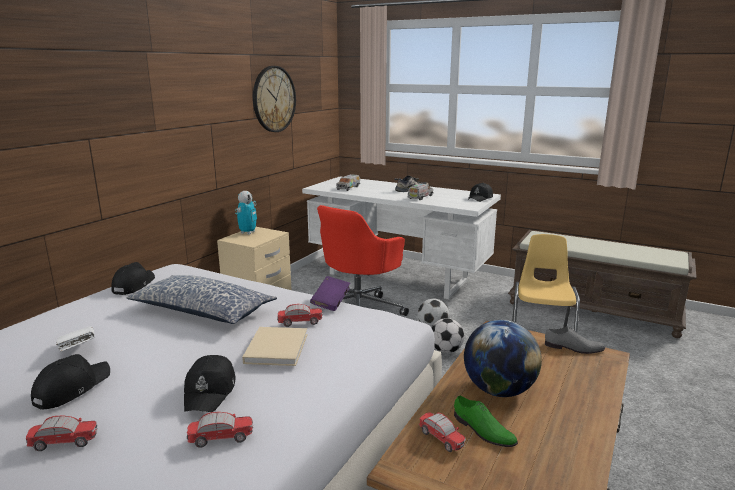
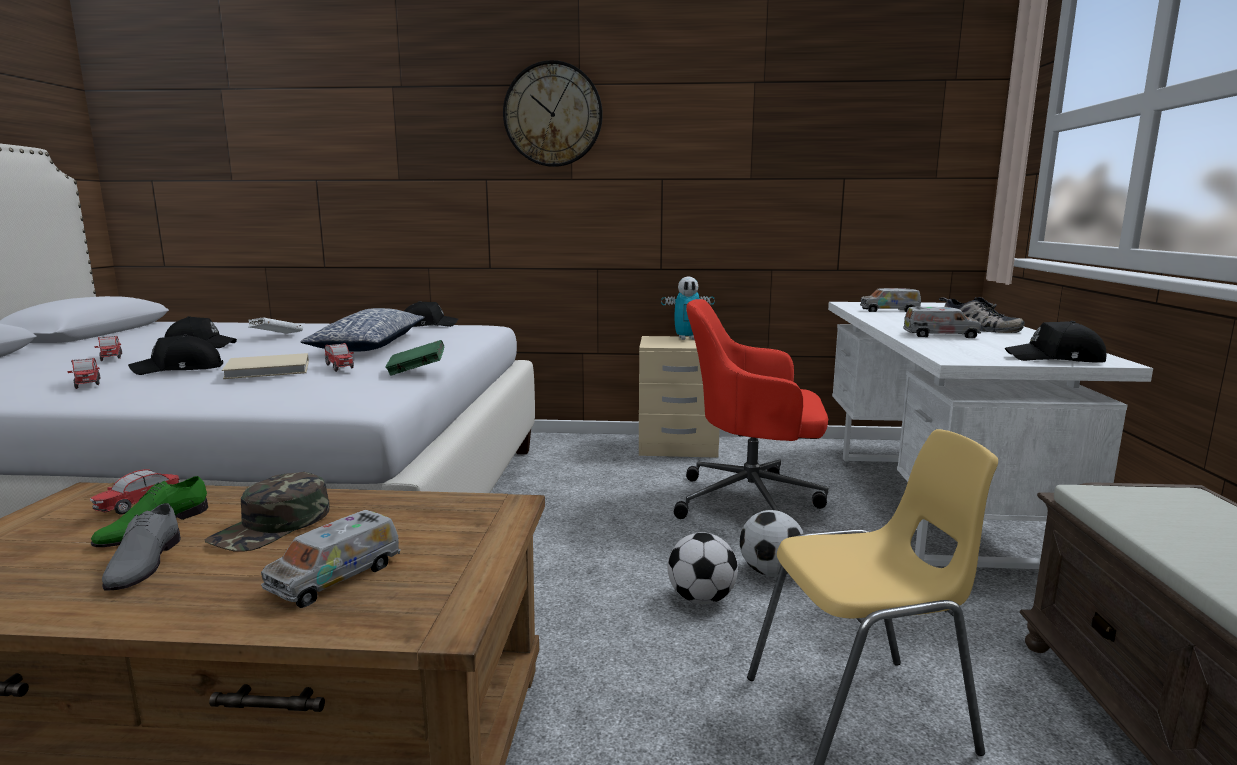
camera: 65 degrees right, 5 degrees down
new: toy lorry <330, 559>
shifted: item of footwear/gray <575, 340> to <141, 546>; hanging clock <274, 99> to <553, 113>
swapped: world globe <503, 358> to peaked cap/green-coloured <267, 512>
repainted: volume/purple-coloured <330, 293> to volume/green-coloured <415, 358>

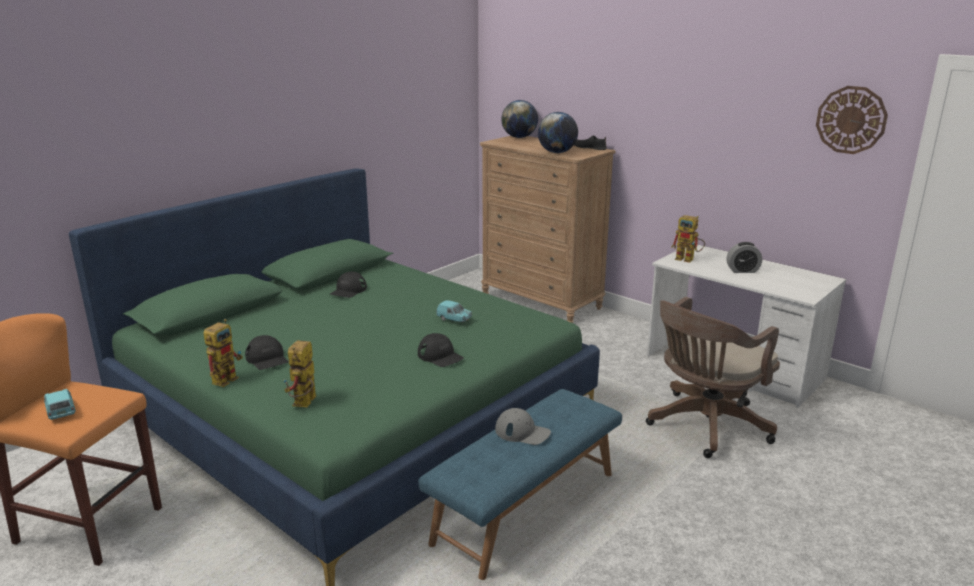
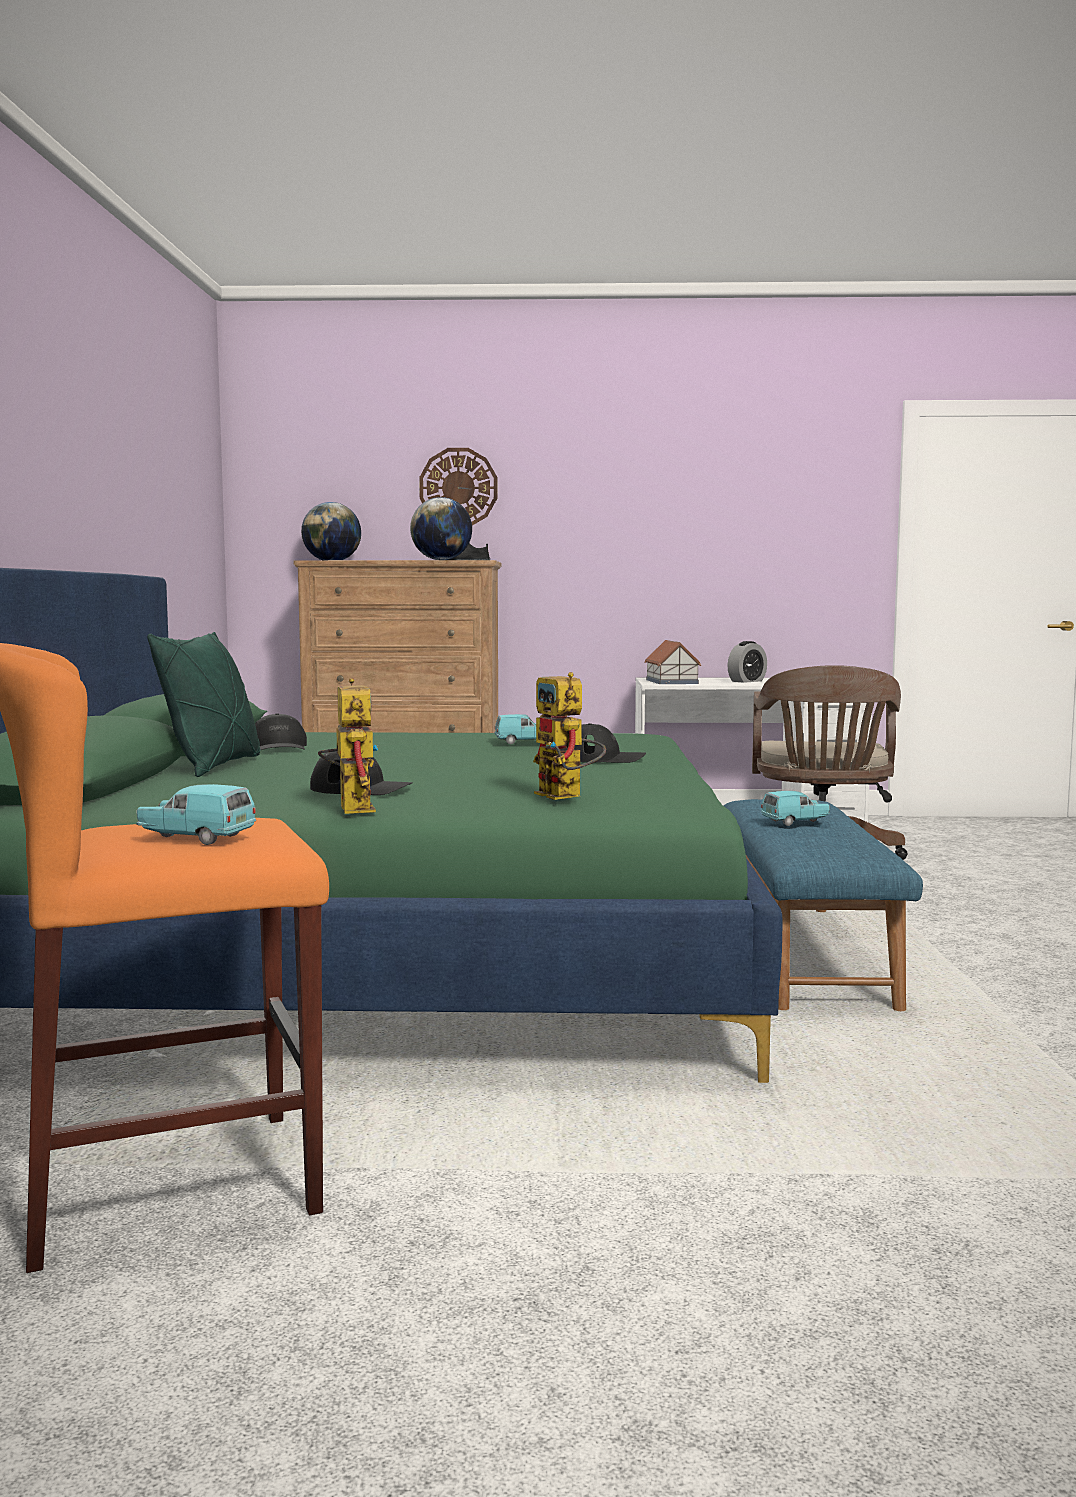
camera: 40 degrees left, 15 degrees down
new: cushion/green-coloured <204, 704>
shifted: hanging clock <852, 120> to <458, 487>
swapped: model robot <688, 239> to toy house <673, 662>; peaked cap/gray <523, 426> to model car/turquoise-coloured <795, 808>

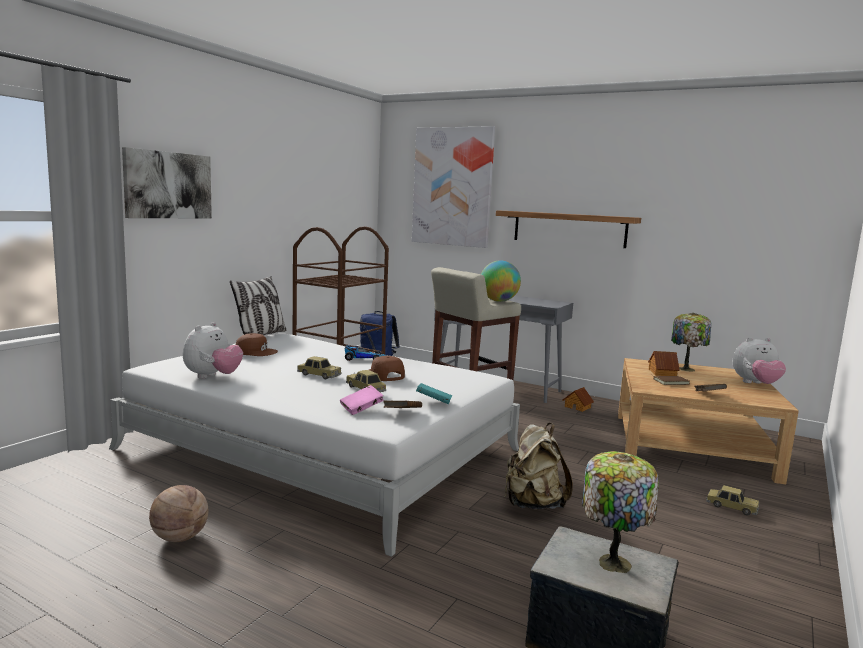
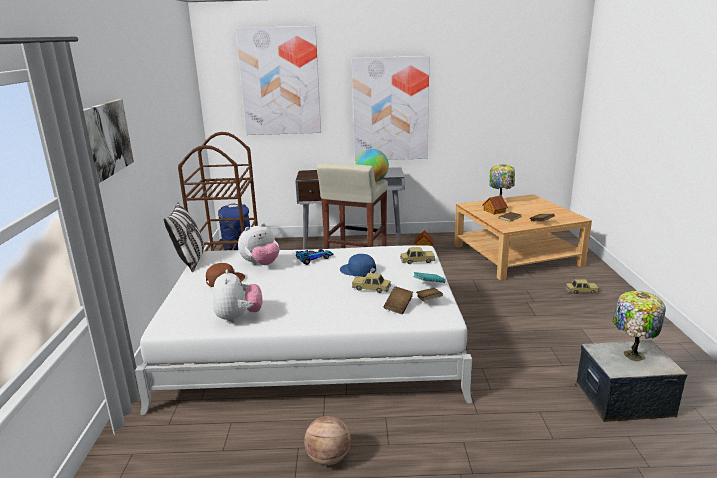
camera: 30 degrees left, 10 degrees up
gone: backpack/sand-coloured <539, 466>
shifted: cuddly toy <759, 360> to <258, 244>; model car <319, 367> to <417, 255>
swapped: bracket shelf <568, 229> to wall art <391, 108>
repainted: peaked cap/brownish <387, 368> to peaked cap/blue <358, 265>; volume/pinkish <362, 400> to volume/brownish <398, 300>

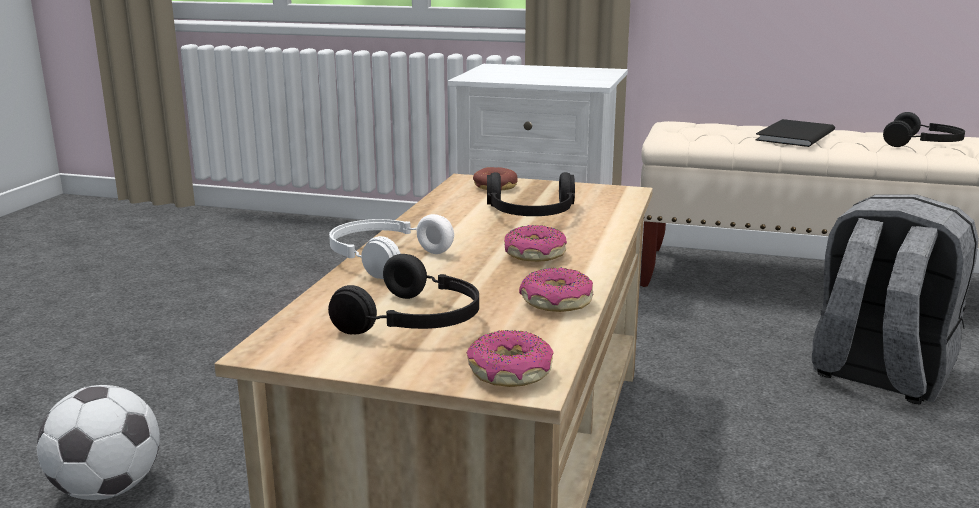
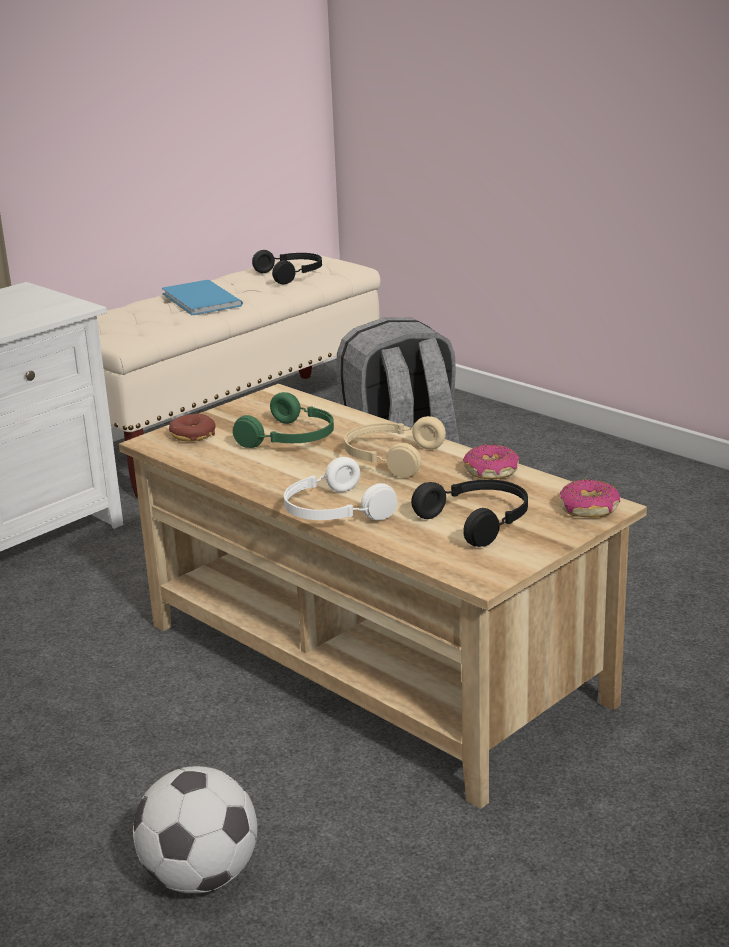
camera: 60 degrees left, 5 degrees up
swapped: ring doughnut <535, 243> to headphones/sand-coloured <395, 446>
repainted: volume/black <795, 133> to volume/blue <202, 297>; headphones/black <531, 194> to headphones/green-coloured <283, 420>

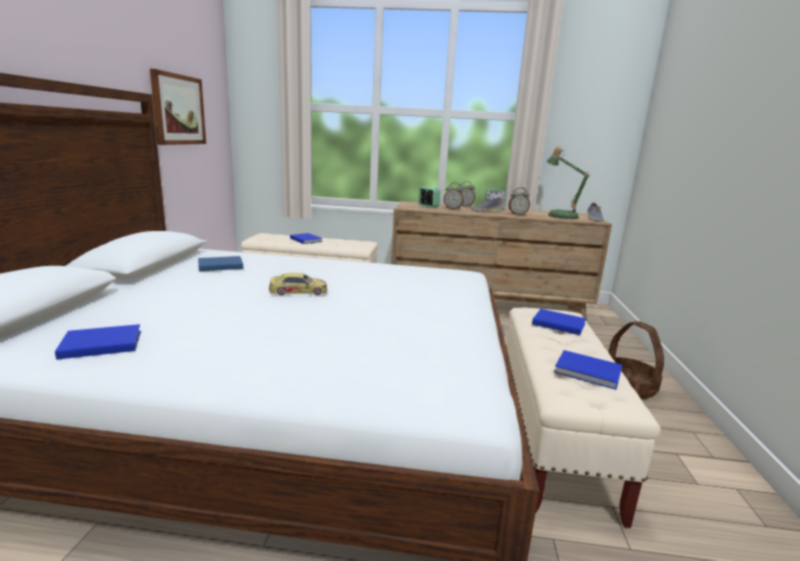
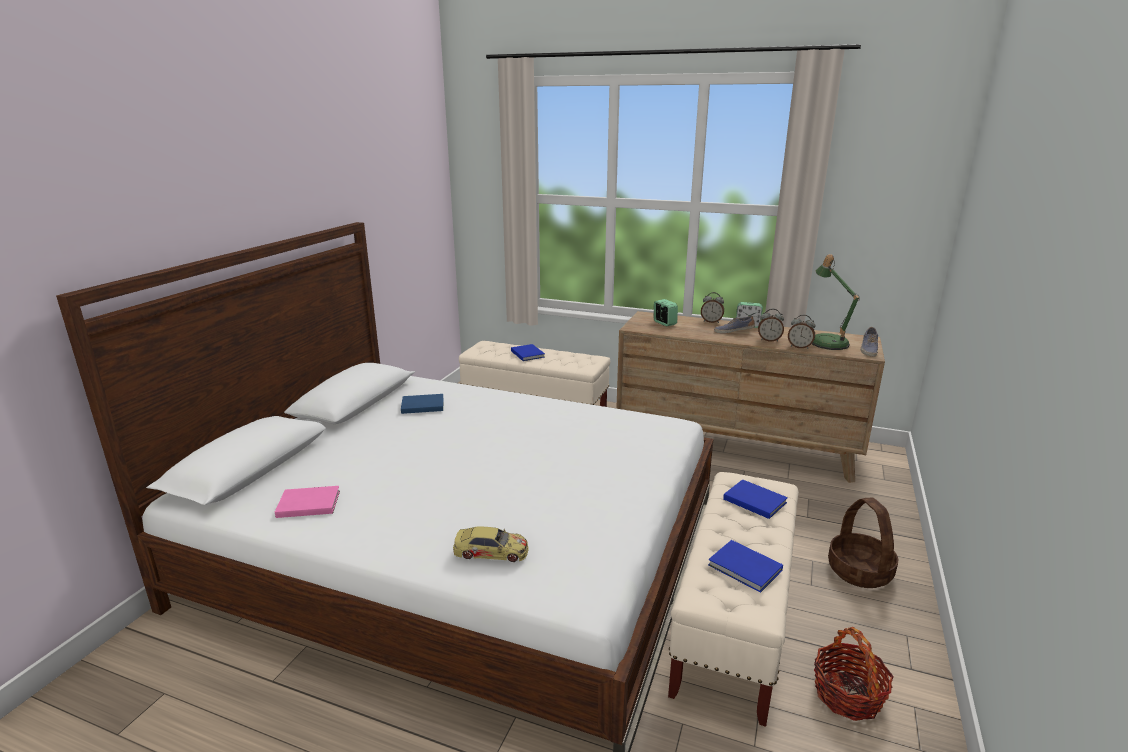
camera: 15 degrees right, 5 degrees up
gone: wall art <178, 107>
new: basket <853, 674>
shifted: model car <298, 284> to <491, 544>; alarm clock <454, 196> to <802, 332>
repainted: volume/blue <98, 342> to volume/pinkish <307, 502>

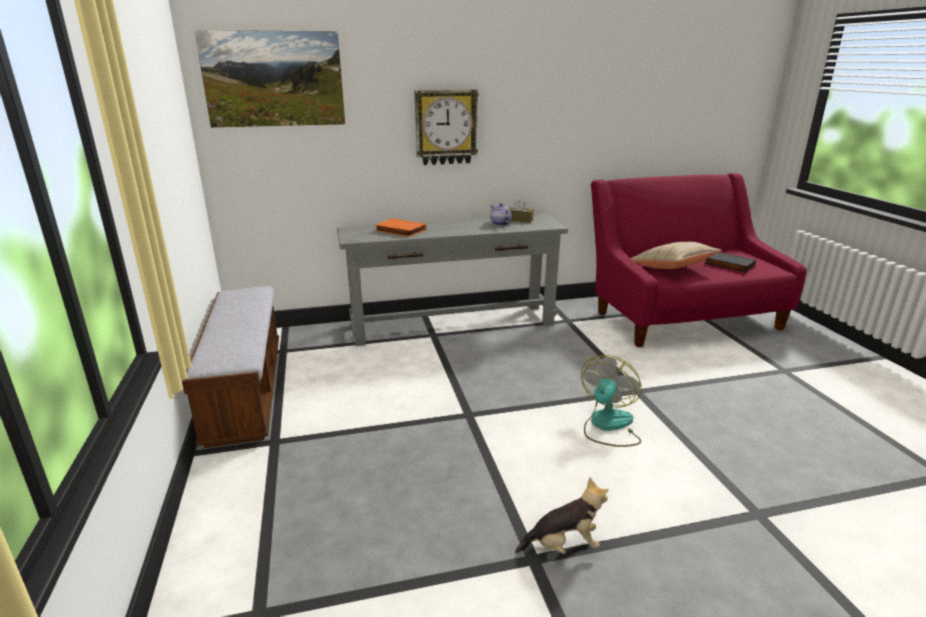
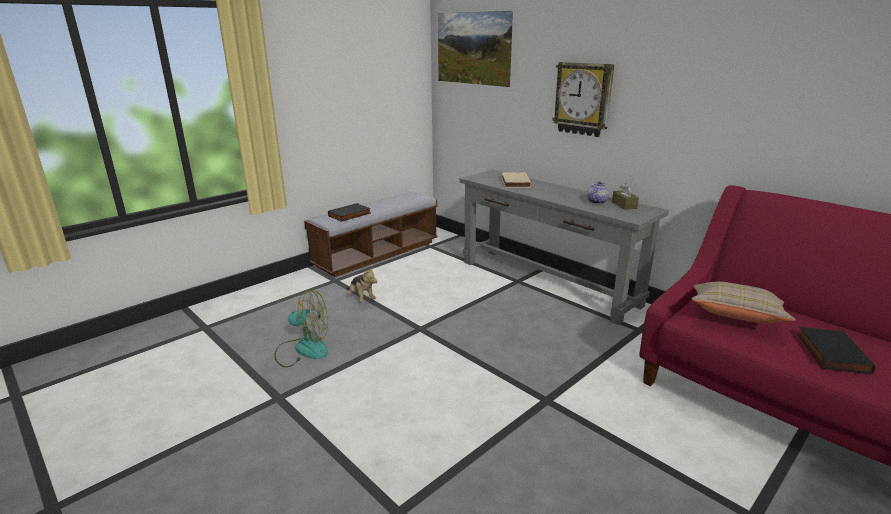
camera: 60 degrees right, 0 degrees up
new: volume/black <349, 212>
shifted: electric fan <611, 401> to <301, 328>; cuddly toy <562, 515> to <362, 284>
repainted: volume/orange <400, 227> to volume/sand-coloured <516, 180>

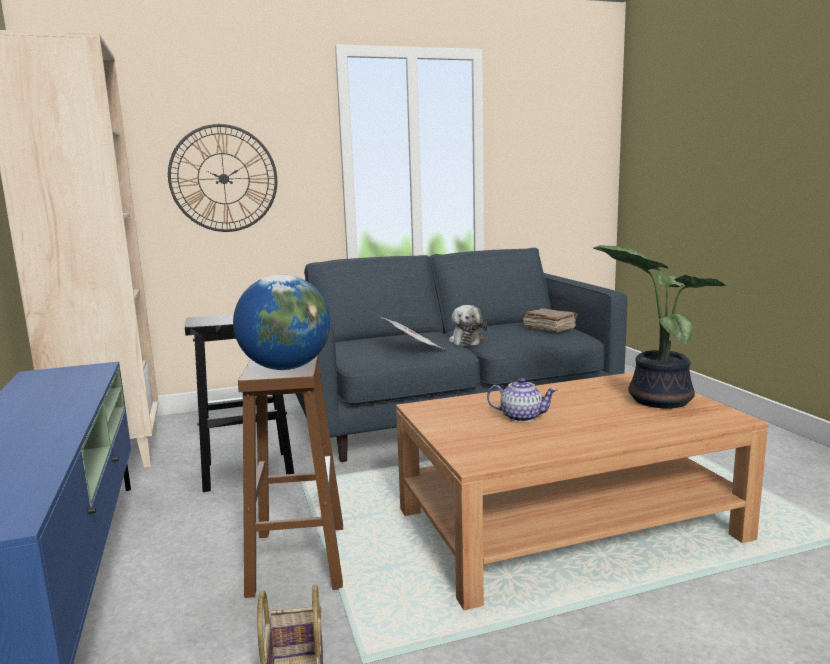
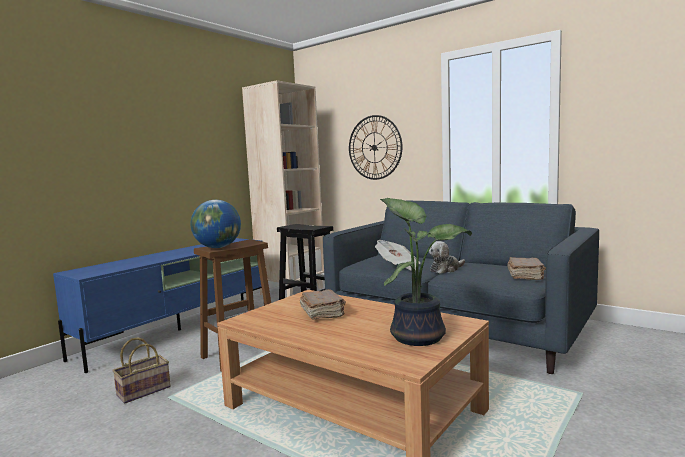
camera: 55 degrees right, 5 degrees down
swapped: pot for tea <522, 400> to volume/brownish <323, 304>

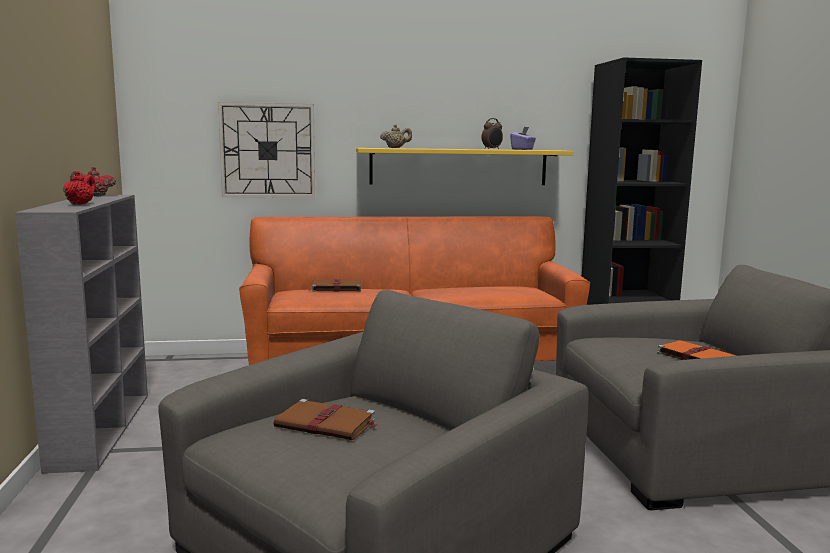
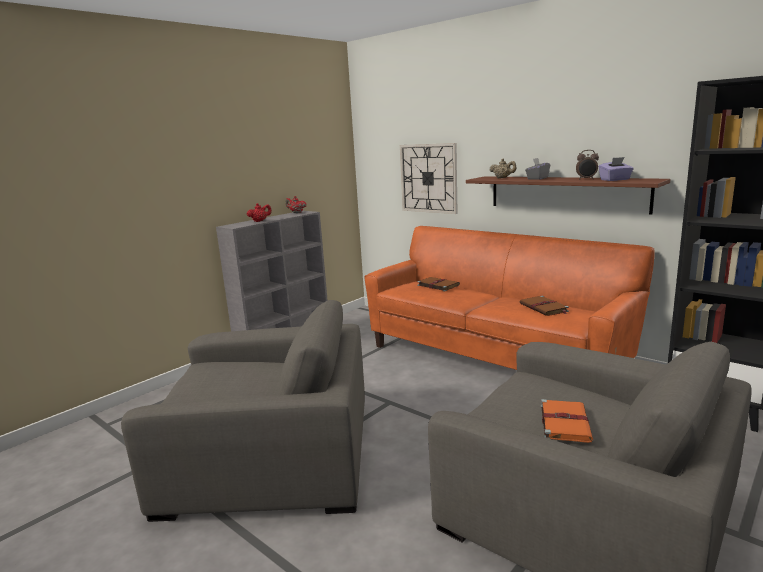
camera: 50 degrees right, 5 degrees up
new: box of tissues/gray <537, 169>
shifted: volume/brownish <325, 419> to <544, 306>
repainted: bracket shelf/yellowish <465, 166> to bracket shelf/brownish <568, 195>

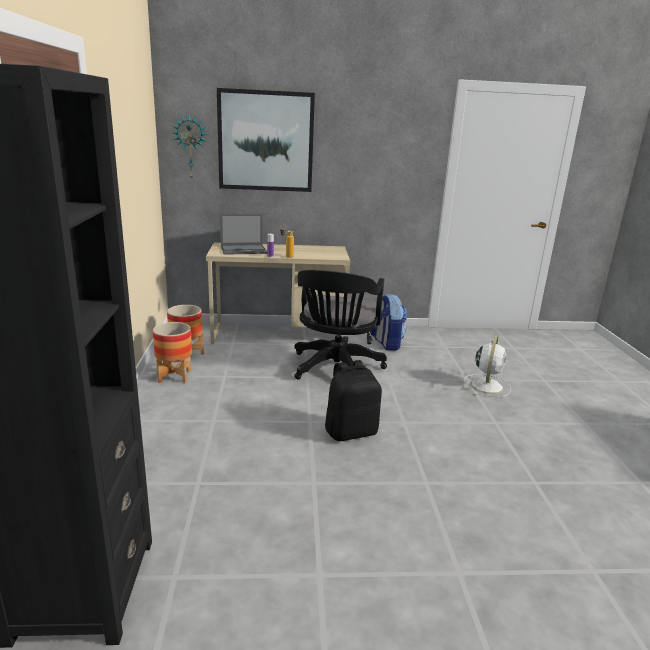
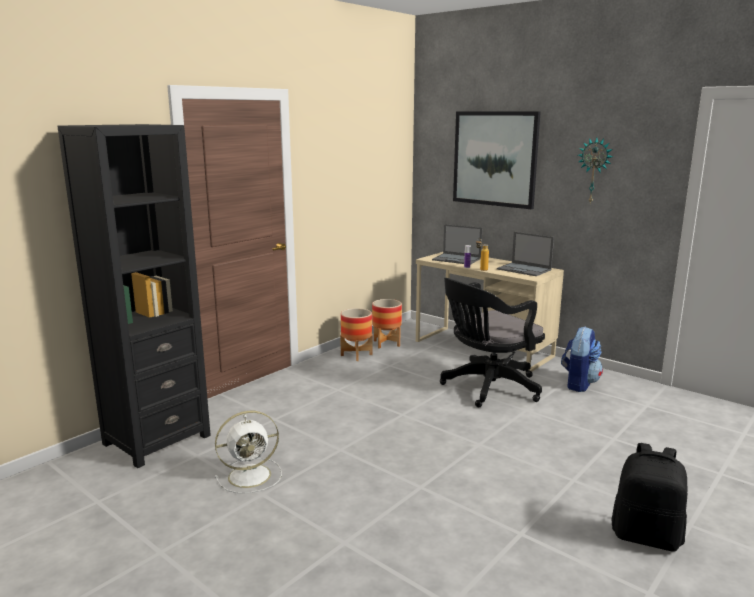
camera: 45 degrees right, 5 degrees down
new: portable computer <525, 254>
shifted: electric fan/white-coloured <487, 366> to <248, 452>; hanging clock <190, 147> to <595, 171>; backpack/black <353, 400> to <649, 497>

